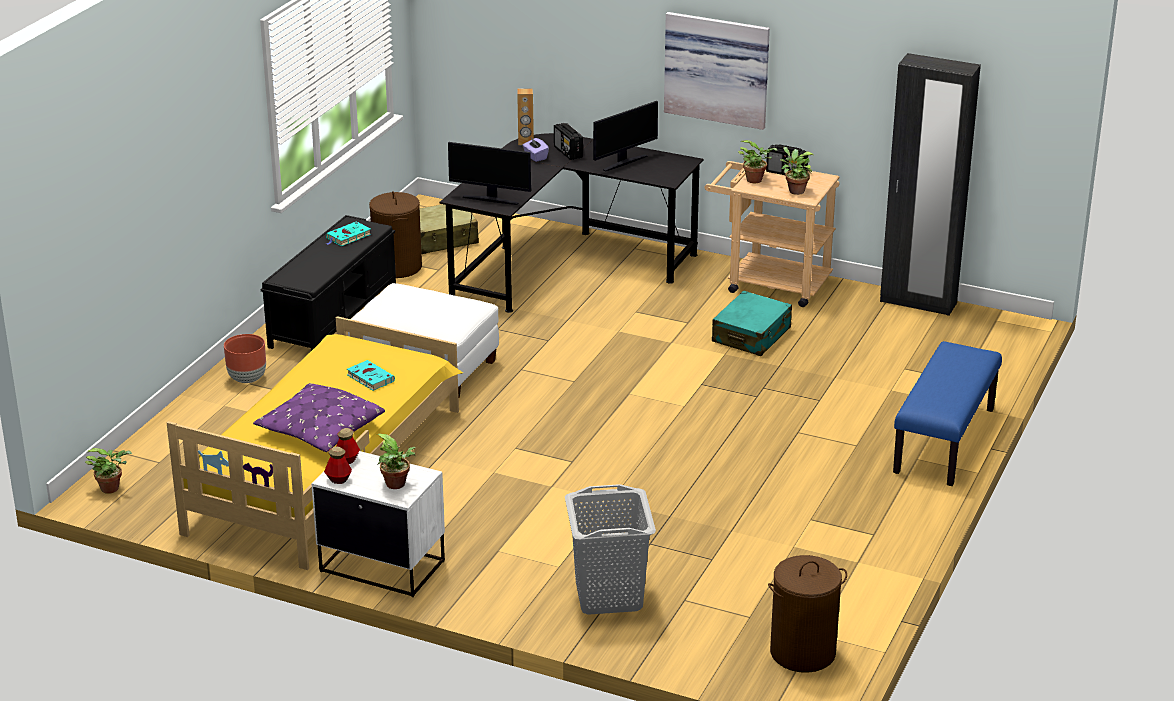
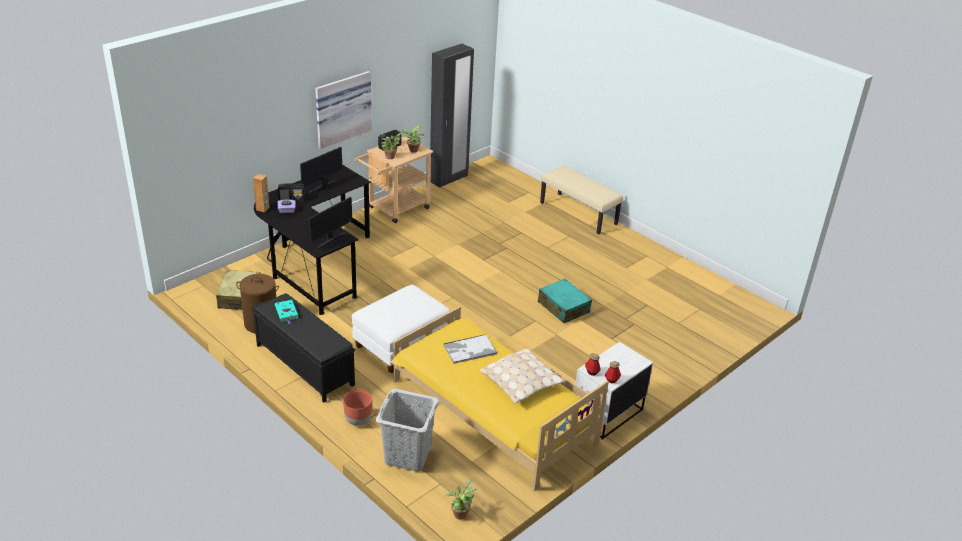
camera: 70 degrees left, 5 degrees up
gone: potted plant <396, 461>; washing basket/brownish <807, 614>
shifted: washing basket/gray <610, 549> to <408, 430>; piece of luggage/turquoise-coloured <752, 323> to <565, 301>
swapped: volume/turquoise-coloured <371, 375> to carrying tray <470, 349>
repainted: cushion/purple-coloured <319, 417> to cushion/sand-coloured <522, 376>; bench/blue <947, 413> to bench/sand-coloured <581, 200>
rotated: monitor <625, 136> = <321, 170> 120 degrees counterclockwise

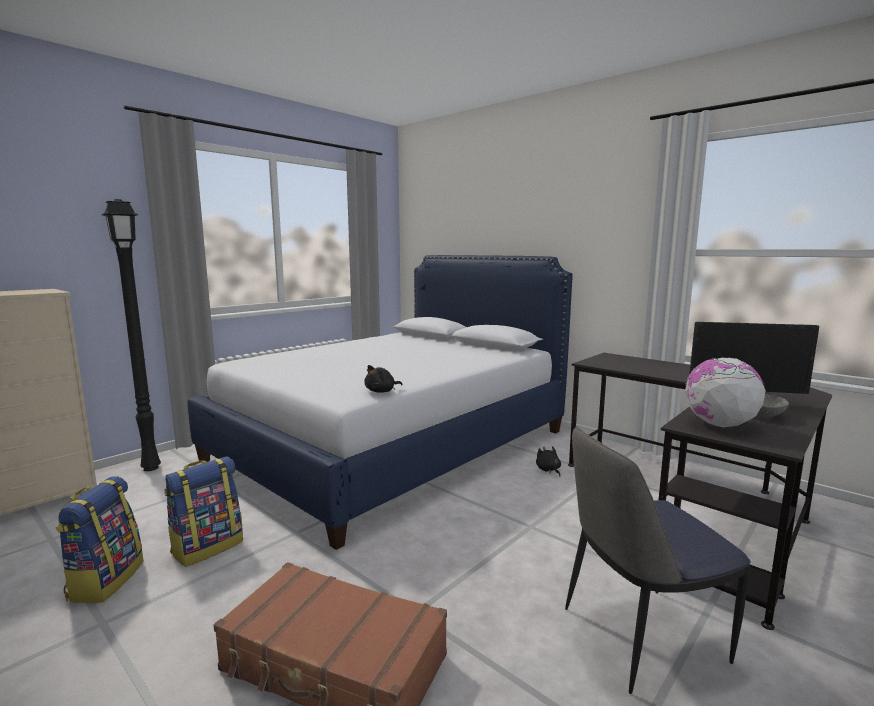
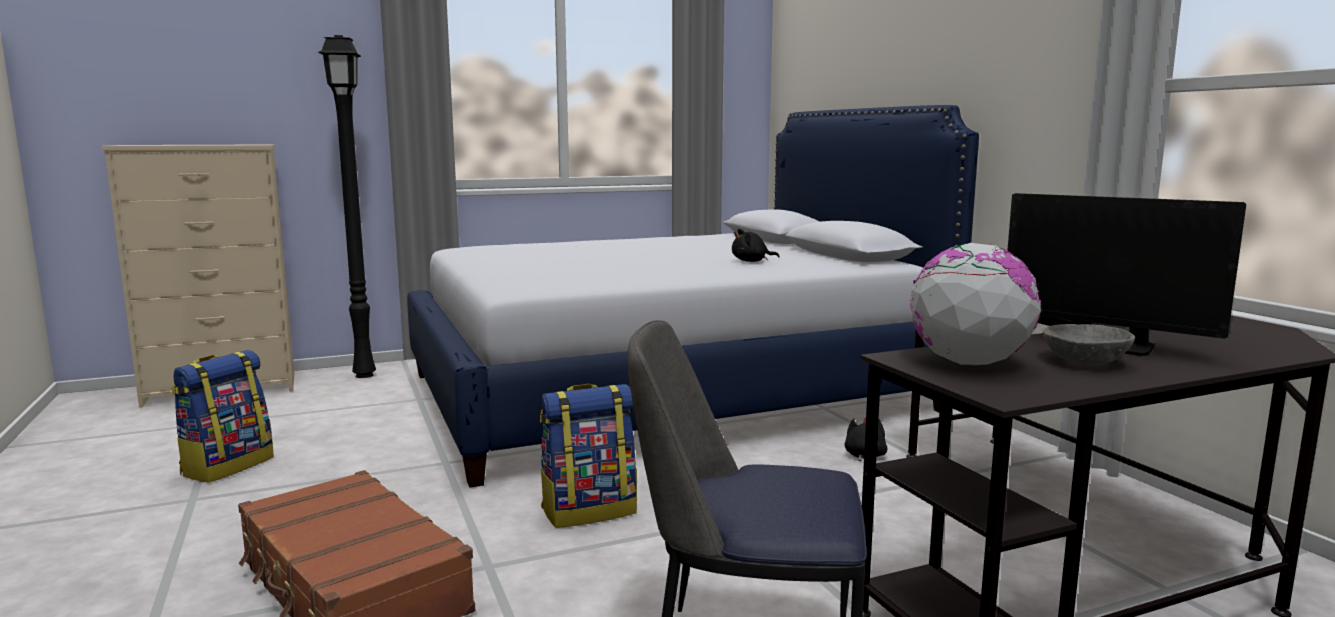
camera: 25 degrees right, 0 degrees up
shifted: backpack <203, 512> to <588, 456>; cuddly toy/black <383, 379> to <756, 245>

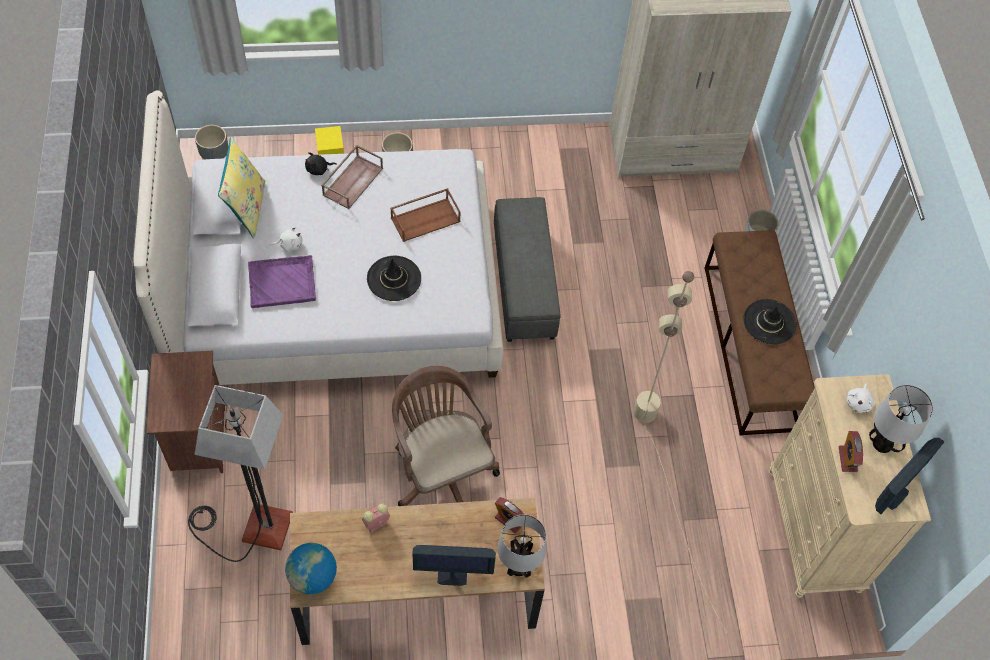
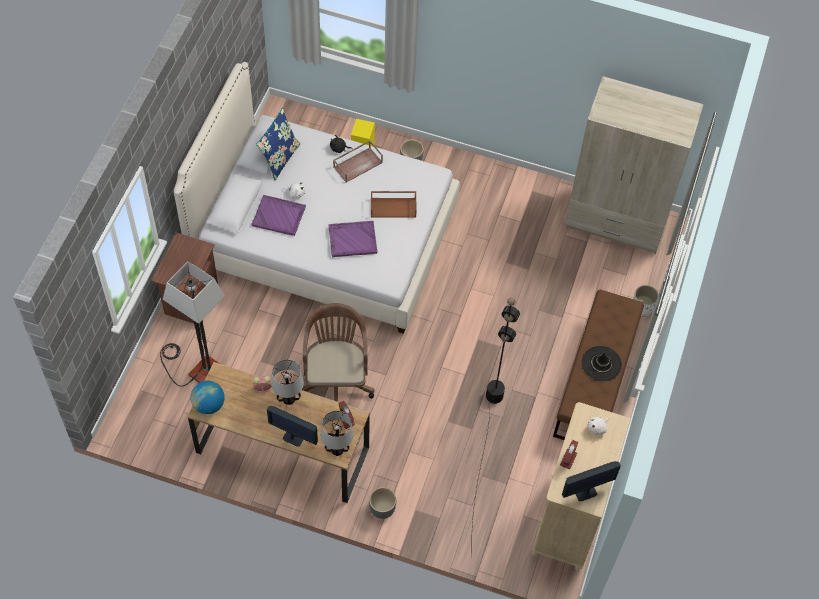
camera: 25 degrees right, 0 degrees up
gone: pouffe/gray <527, 269>
shifted: table lamp <901, 419> to <287, 382>; flower pot/gray <211, 142> to <382, 503>
swapped: clothing hat/black <394, 278> to carrying tray/purple-coloured <353, 239>
repainted: cushion/yellowish <241, 187> to cushion/blue <278, 144>; standard lamp/sand-coloured <680, 452> to standard lamp/black <495, 422>

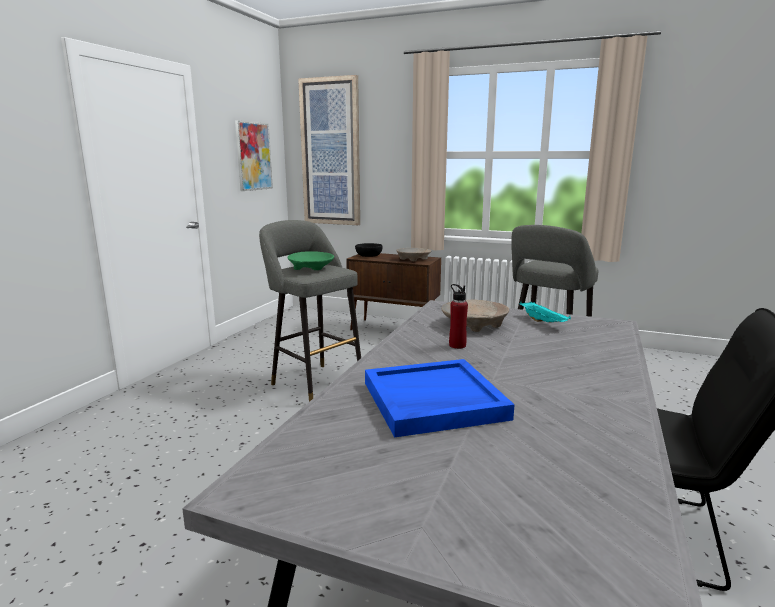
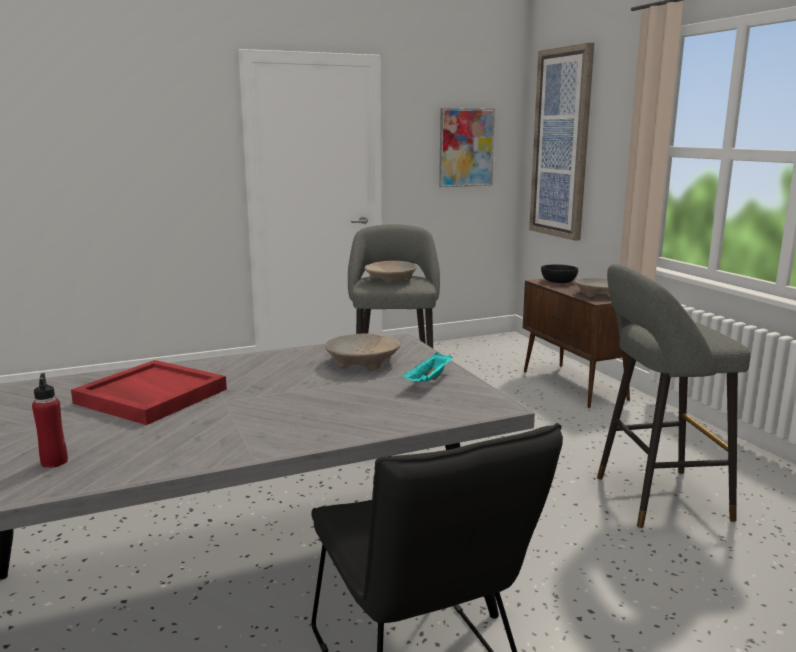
camera: 45 degrees right, 0 degrees up
shifted: drink bottle/red-coloured <458, 316> to <50, 420>
repainted: carrying tray/blue <440, 398> to carrying tray/red-coloured <149, 392>; serving bowl/green-coloured <311, 260> to serving bowl/sand-coloured <390, 272>

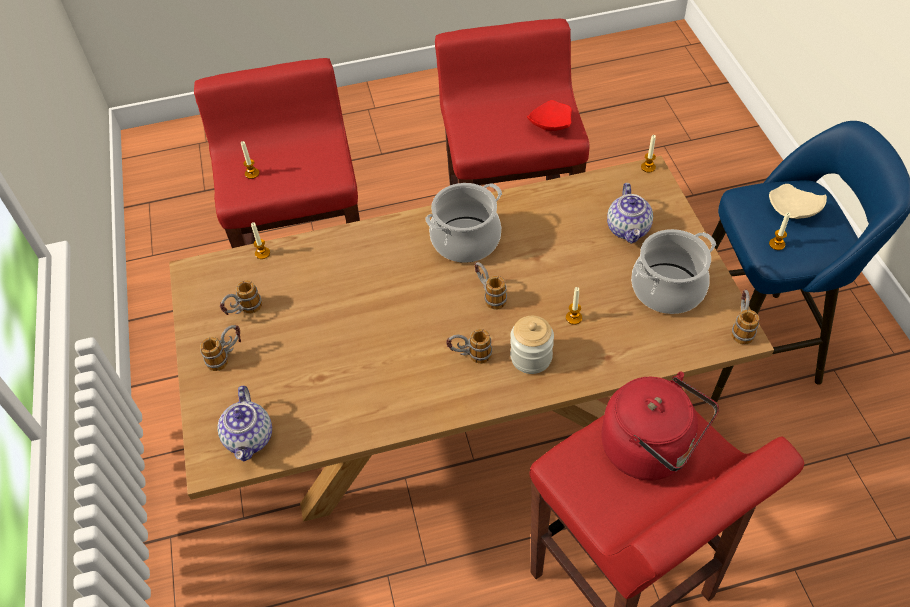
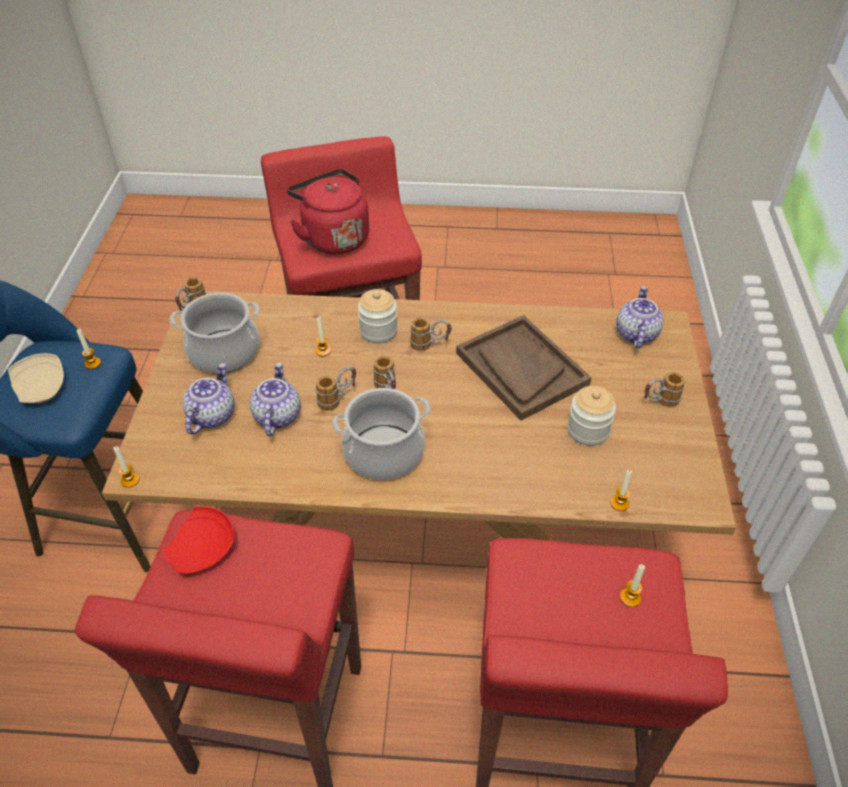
camera: 165 degrees left, 5 degrees down
new: pot for tea <275, 399>; carrying tray/brownish <524, 367>; storage jar <591, 416>
shifted: coffee mug <241, 297> to <336, 389>

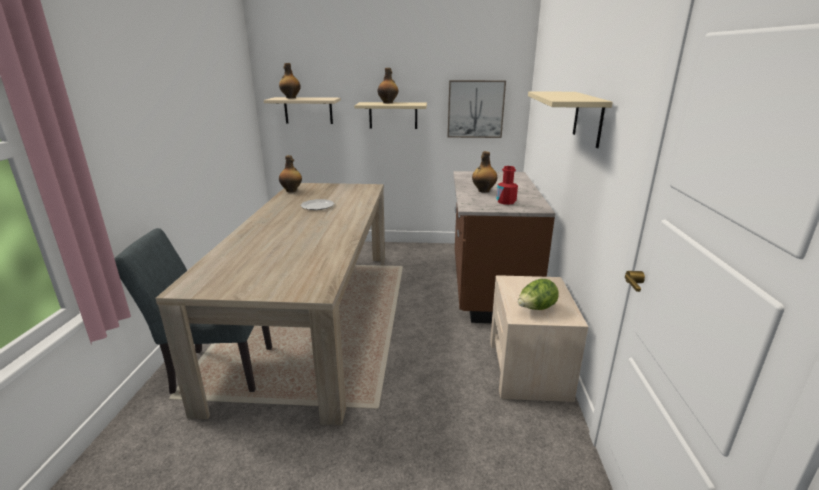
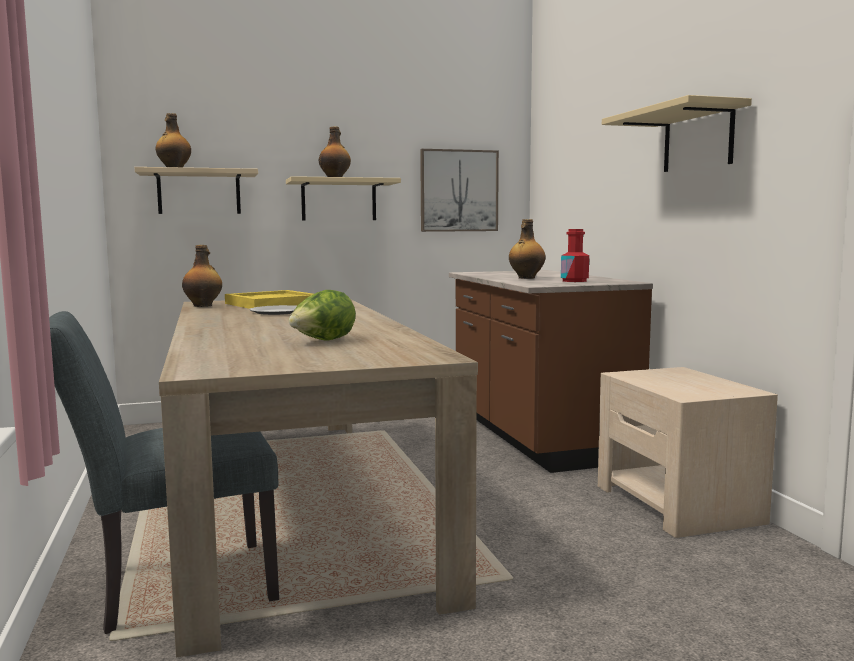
camera: 20 degrees left, 15 degrees down
new: carrying tray/yellowish <269, 299>
shifted: lettuce head <538, 294> to <322, 315>

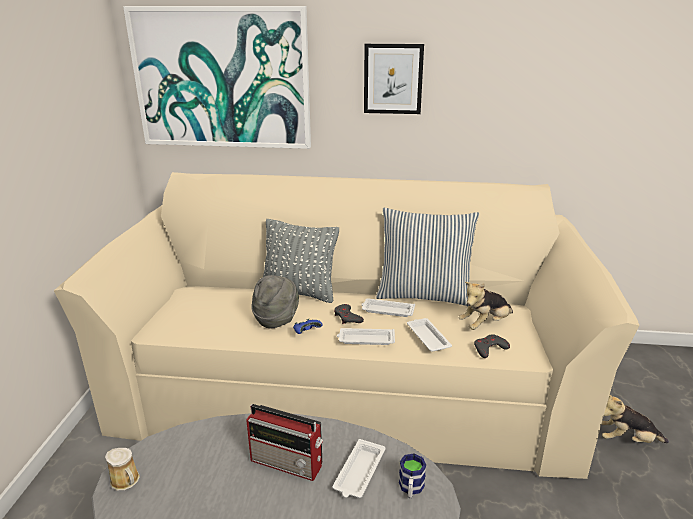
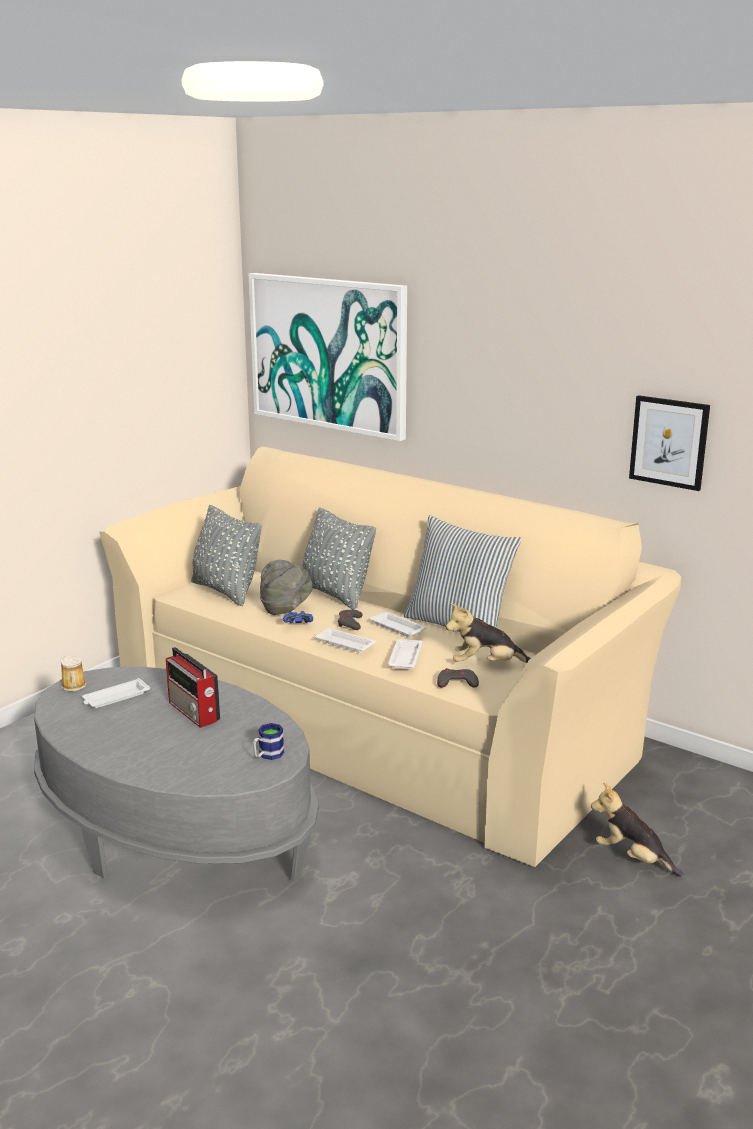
camera: 30 degrees right, 5 degrees down
new: cushion/gray <226, 555>
shifted: carrying tray/white-coloured <359, 468> to <116, 693>; wall art <394, 79> to <669, 443>

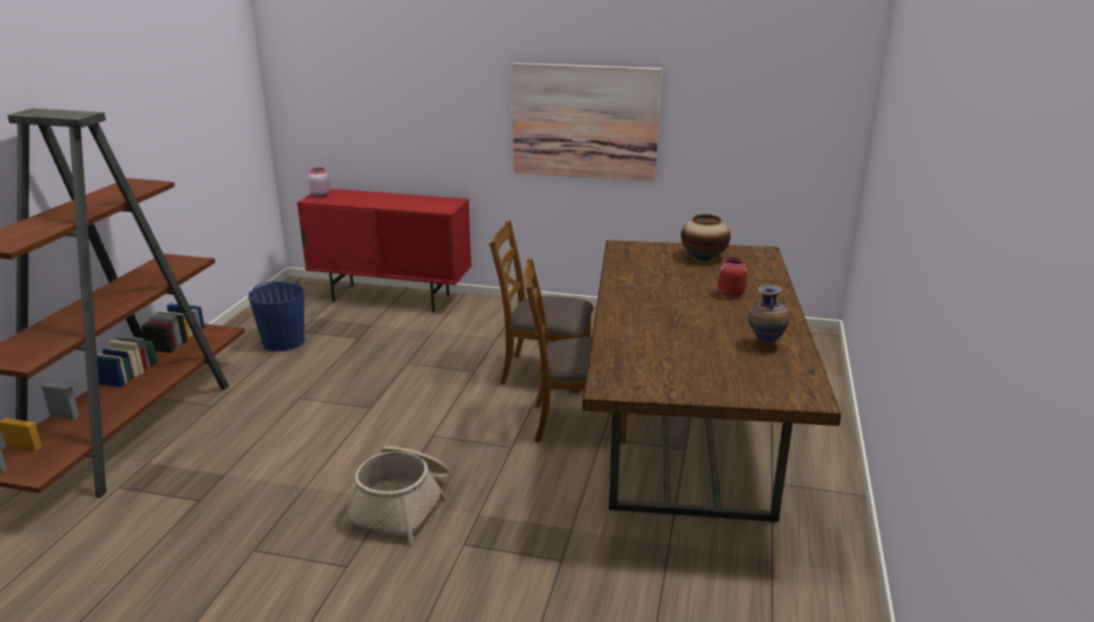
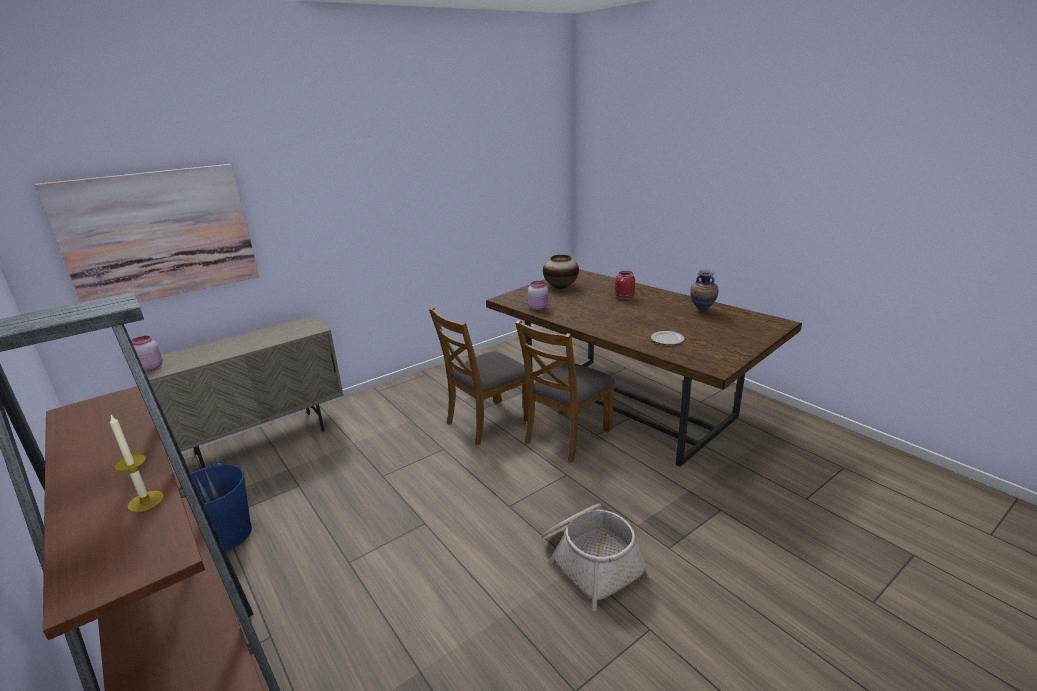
camera: 50 degrees left, 0 degrees up
new: candle <137, 463>; storage jar/pinkish <538, 296>; plate <667, 338>
shifted: wall art <587, 122> to <147, 233>
repainted: storage cabinet/red-coloured <384, 251> to storage cabinet/sand-coloured <244, 392>

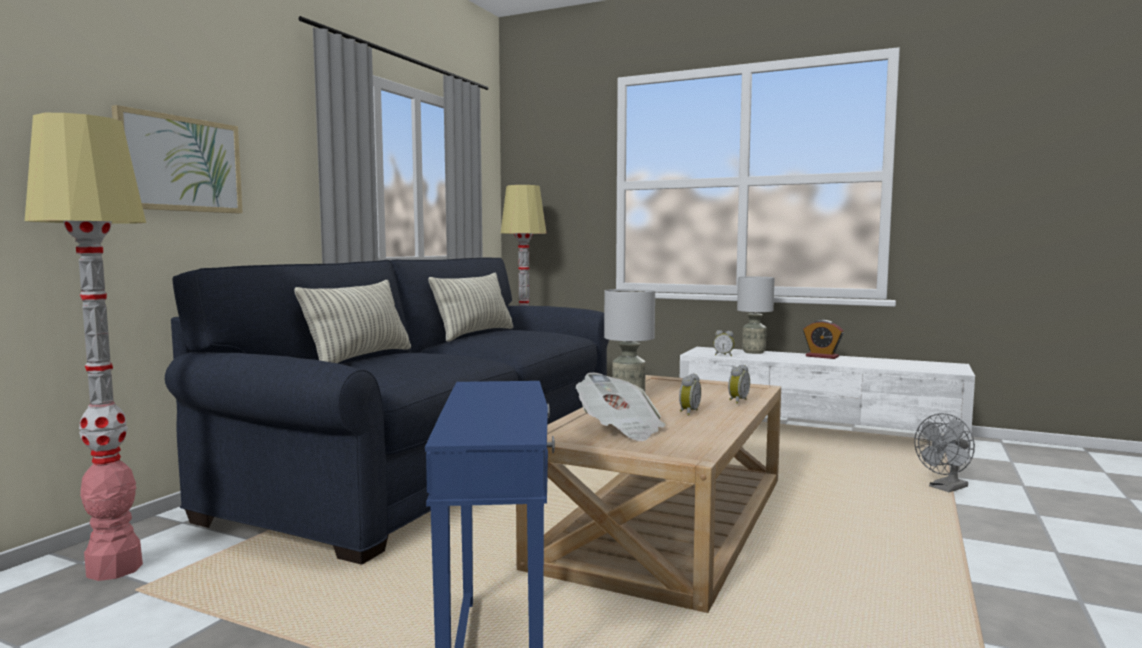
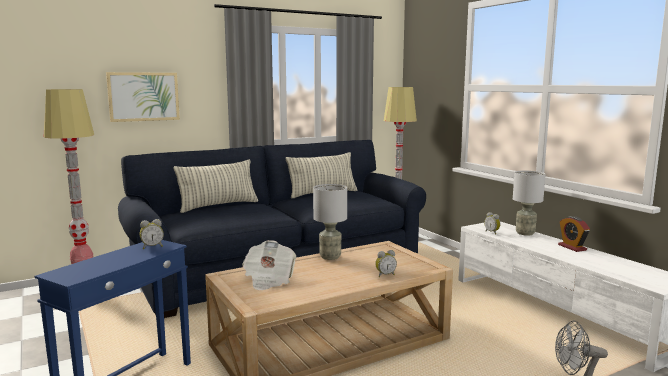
camera: 35 degrees right, 5 degrees up
shifted: alarm clock <690, 394> to <152, 234>

